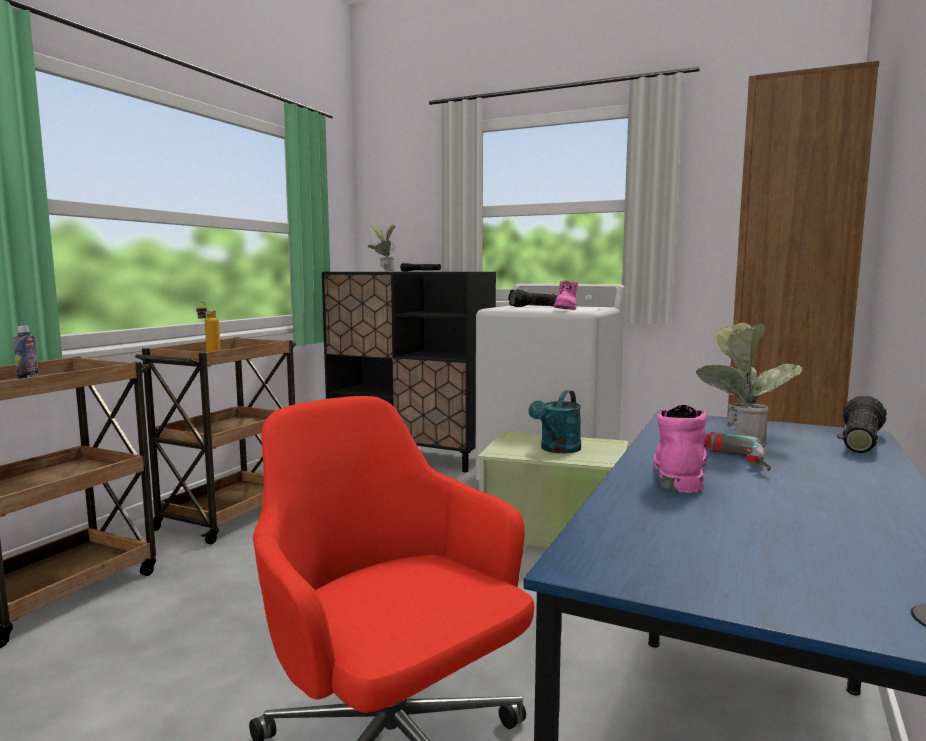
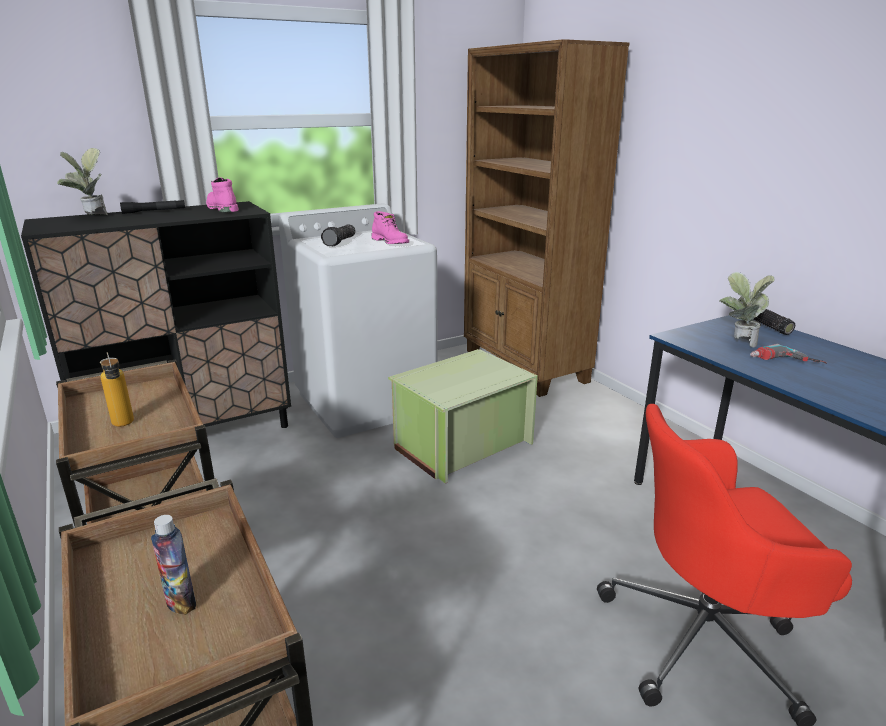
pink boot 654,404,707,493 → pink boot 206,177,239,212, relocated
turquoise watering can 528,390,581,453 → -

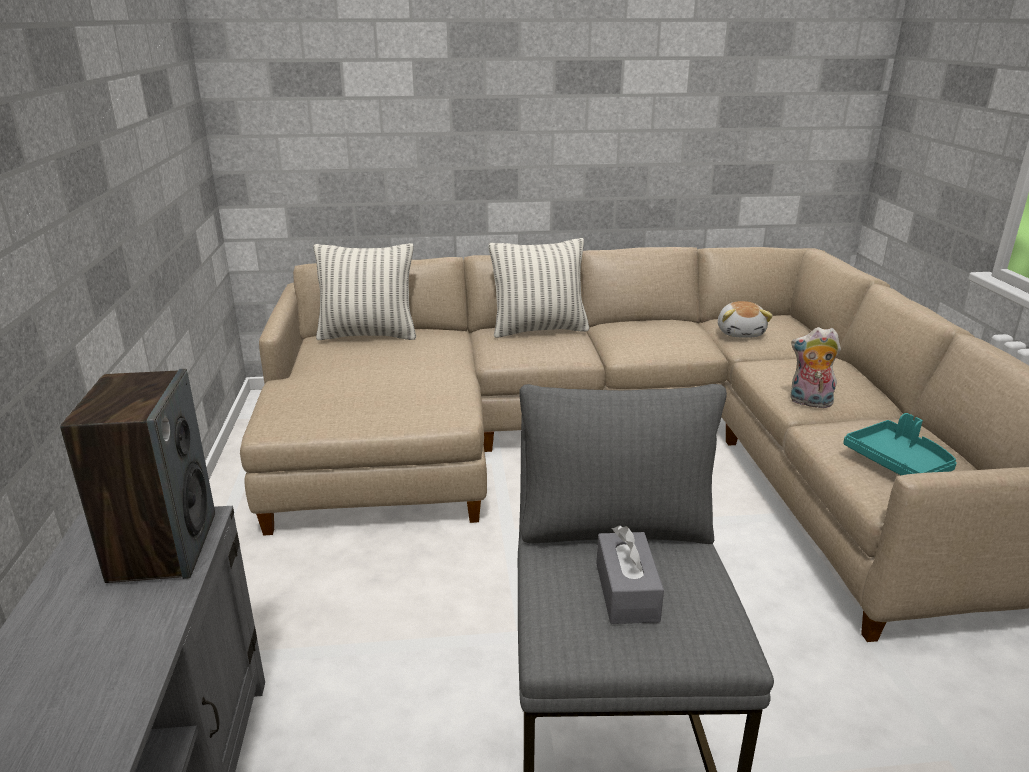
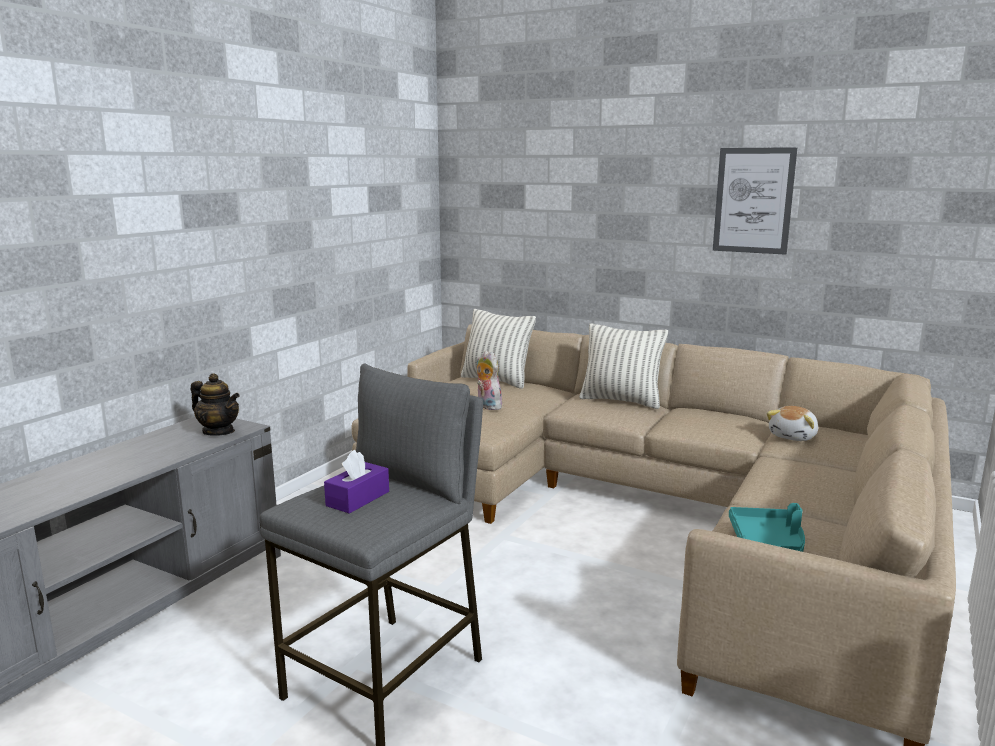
speaker 60,369,215,583 → teapot 191,373,240,436
grey tissue box 596,526,664,624 → purple tissue box 324,450,389,514
plush toy 790,327,841,408 → plush toy 477,351,502,410, relocated
- → picture 713,147,797,255

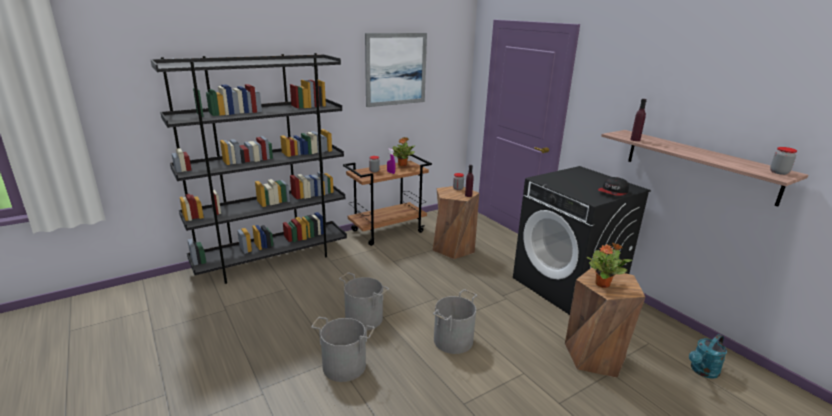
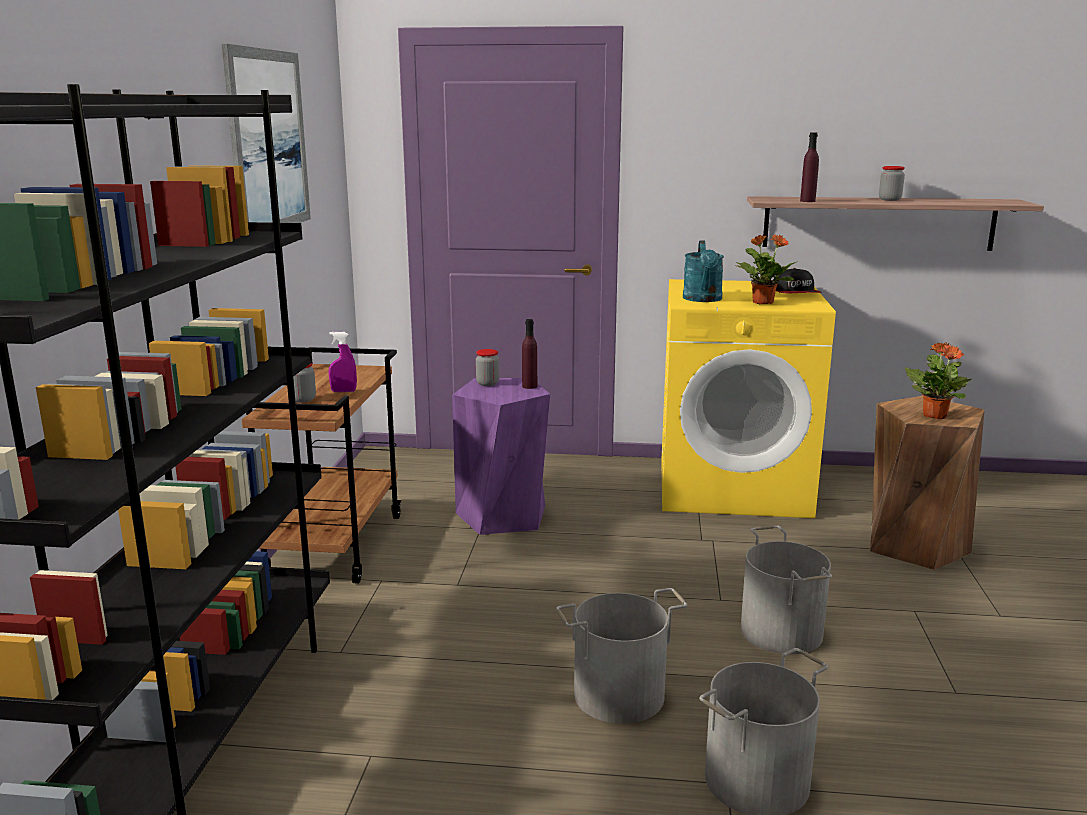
brown stool 432,186,479,259 → purple stool 452,378,550,535
black washing machine 513,166,651,315 → yellow washing machine 661,279,836,518
turquoise watering can 689,334,727,379 → turquoise watering can 683,241,724,302, relocated
potted plant 393,137,415,167 → potted plant 735,234,798,304, relocated
jar 770,147,797,175 → jar 879,166,905,201, relocated

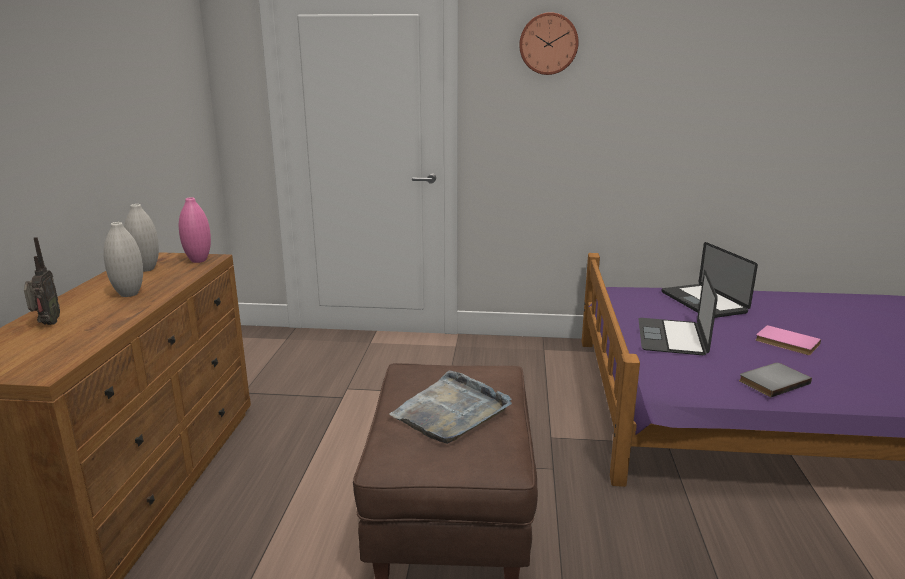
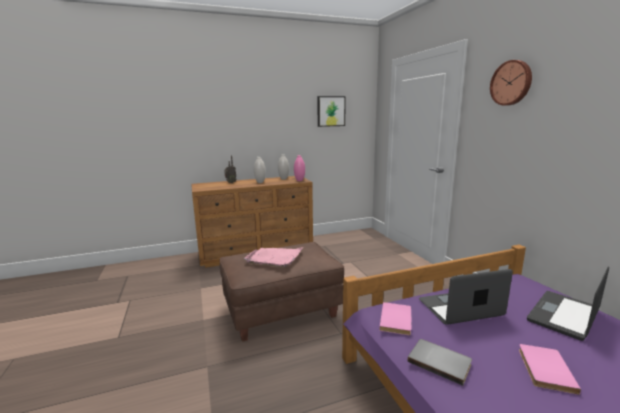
grey tray 389,370,512,444 → pink tray 244,247,303,267
- → picture 317,96,346,127
- → pink book 379,302,411,335

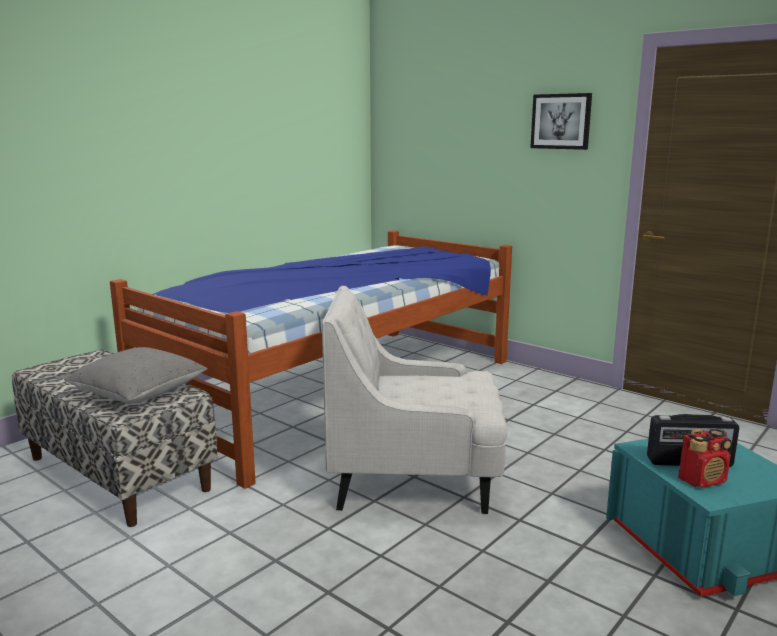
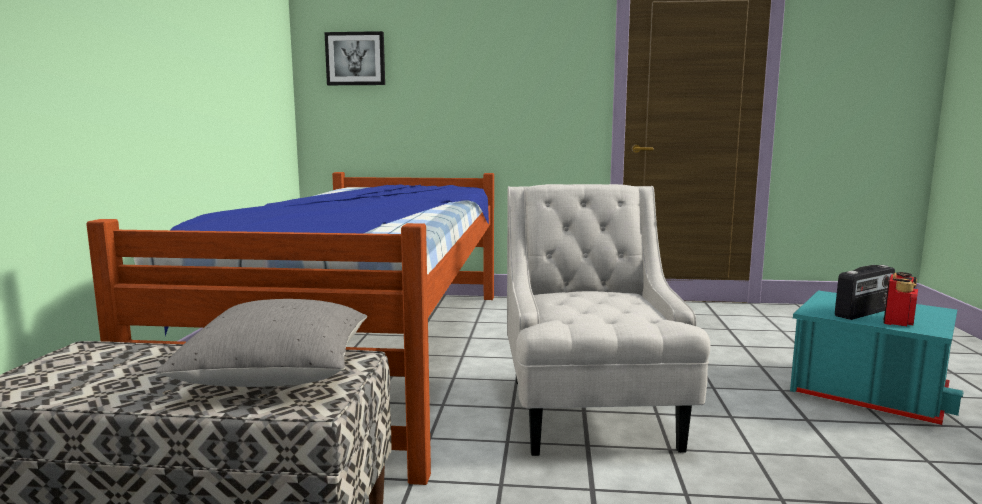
picture 530,93,592,150 → picture 325,31,385,85, relocated
white armchair 322,286,508,514 → white armchair 507,184,710,456, 120 degrees clockwise

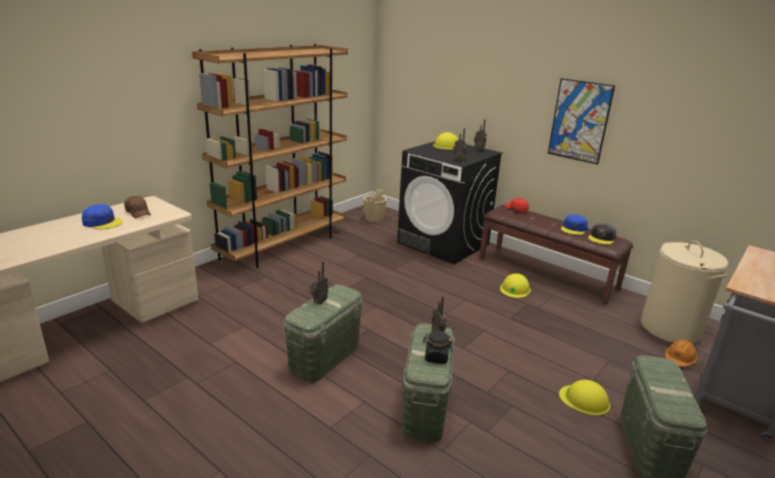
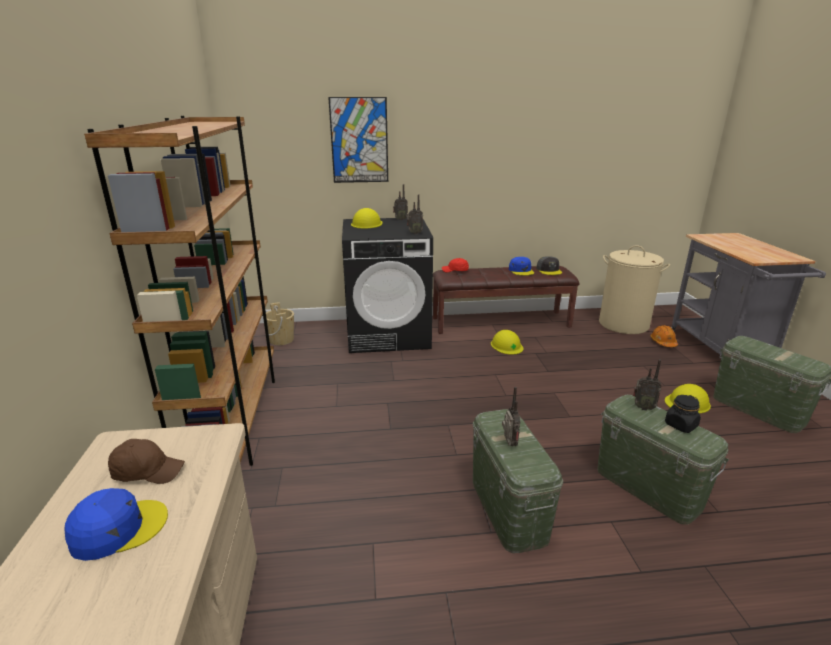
picture 548,78,615,165 → picture 328,97,388,183, relocated

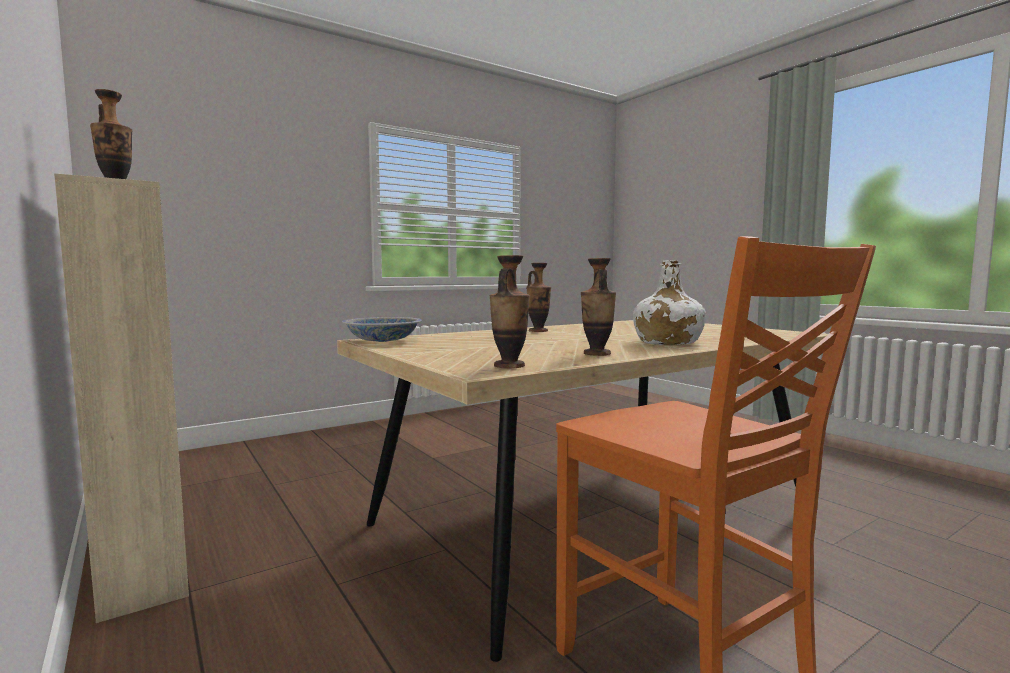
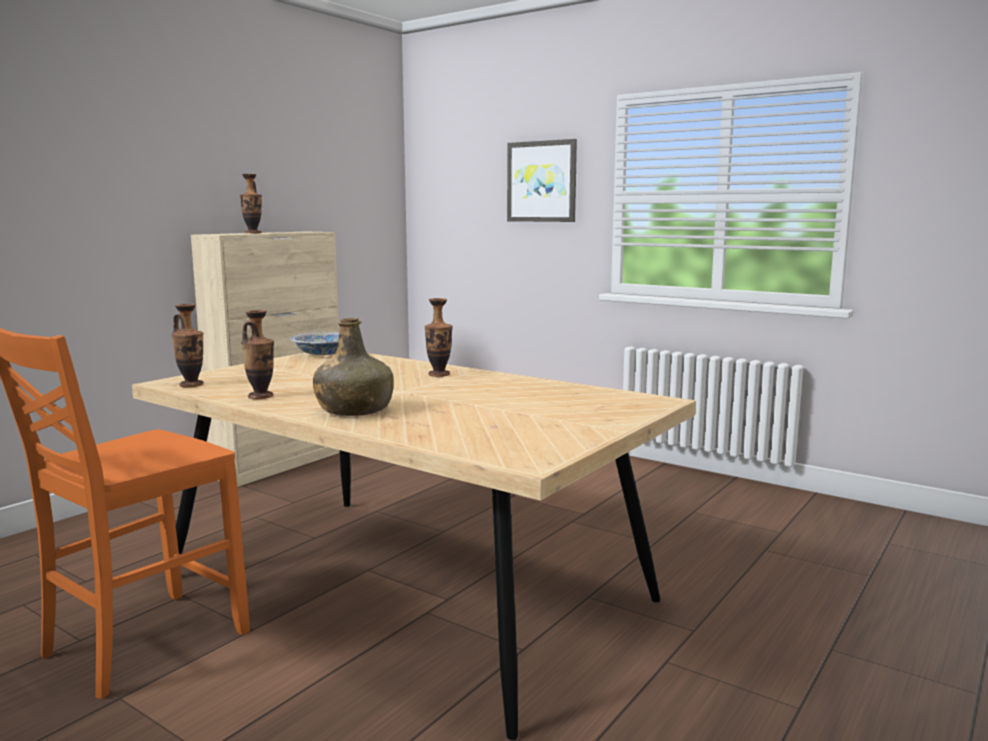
white bottle 633,260,706,345 → green bottle 313,318,394,416
- → picture 507,139,577,222

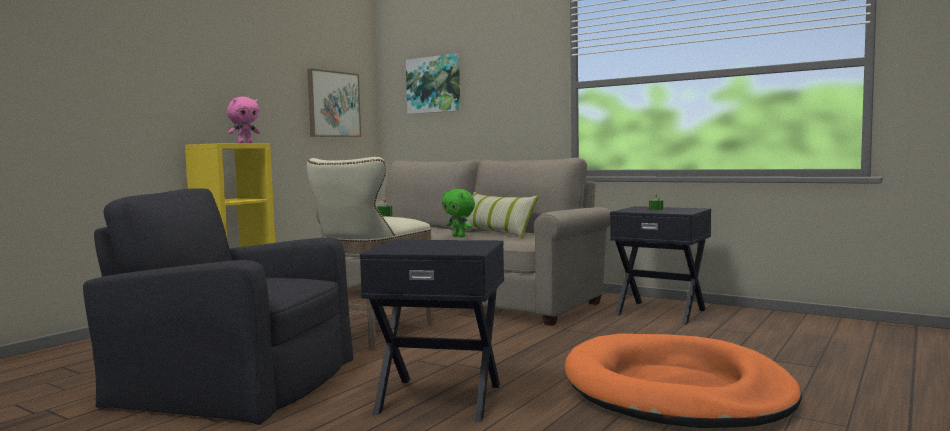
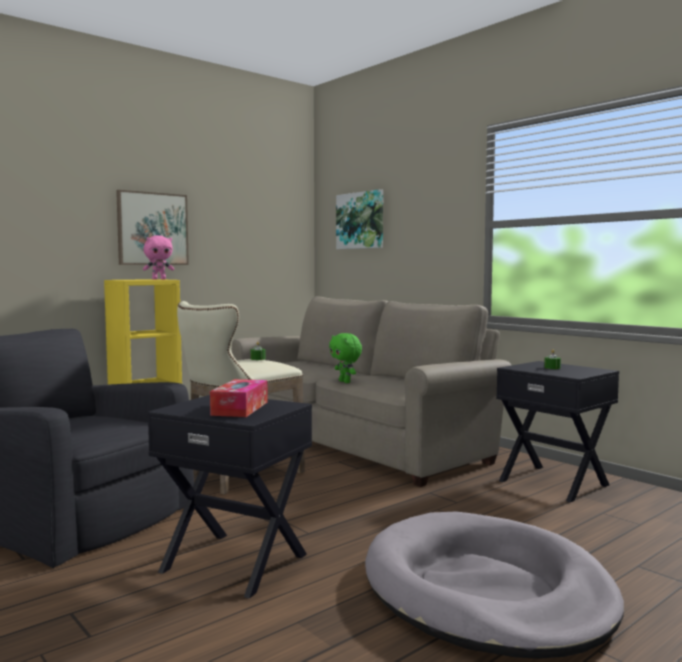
picture 307,68,361,137 → picture 116,190,189,265, relocated
- → tissue box 210,379,268,417
orange dog bed 565,333,802,428 → grey dog bed 365,512,624,659
pillow 465,192,539,238 → -

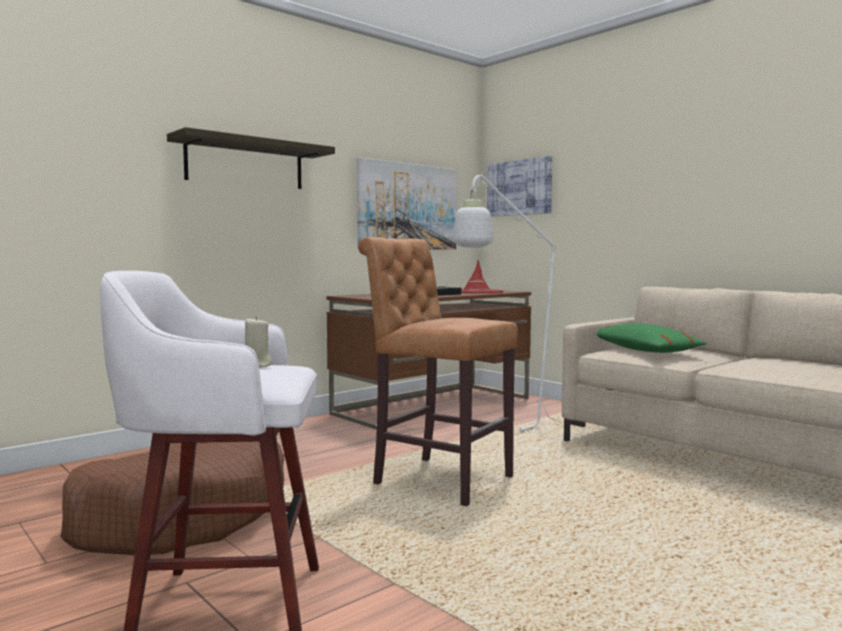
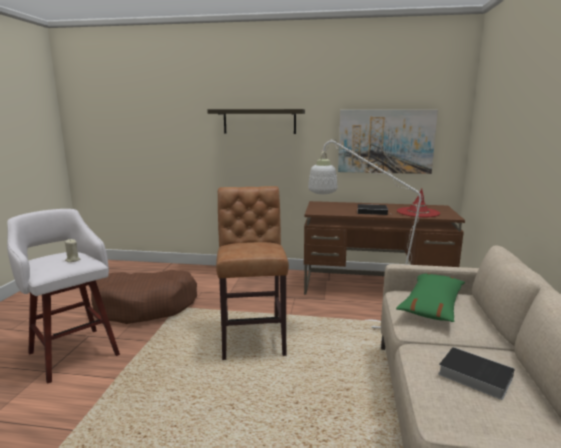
- → book 438,347,515,400
picture 487,156,552,217 → -

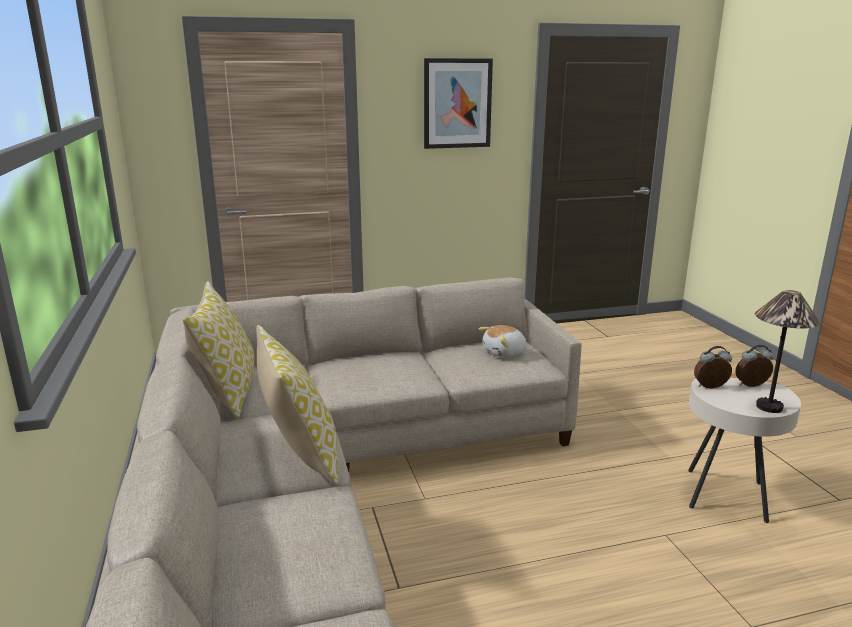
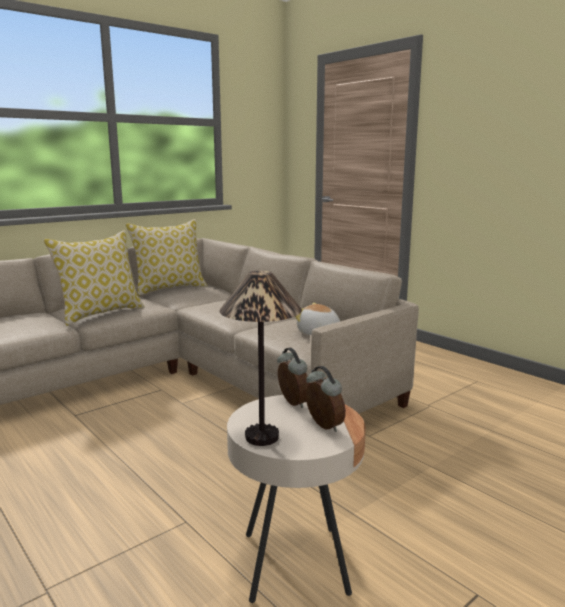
picture 424,58,493,149 → -

